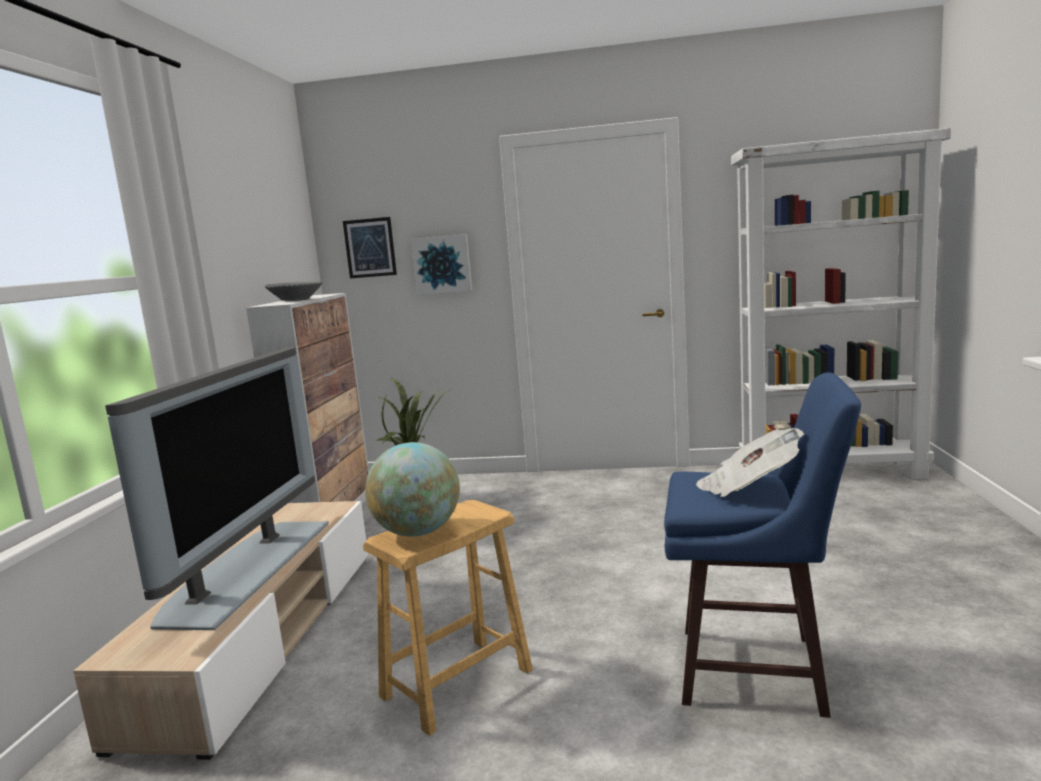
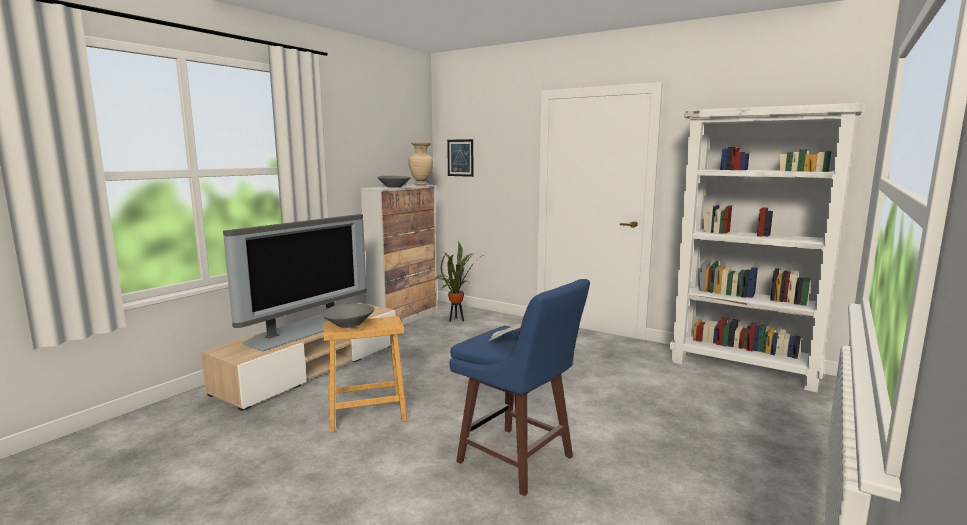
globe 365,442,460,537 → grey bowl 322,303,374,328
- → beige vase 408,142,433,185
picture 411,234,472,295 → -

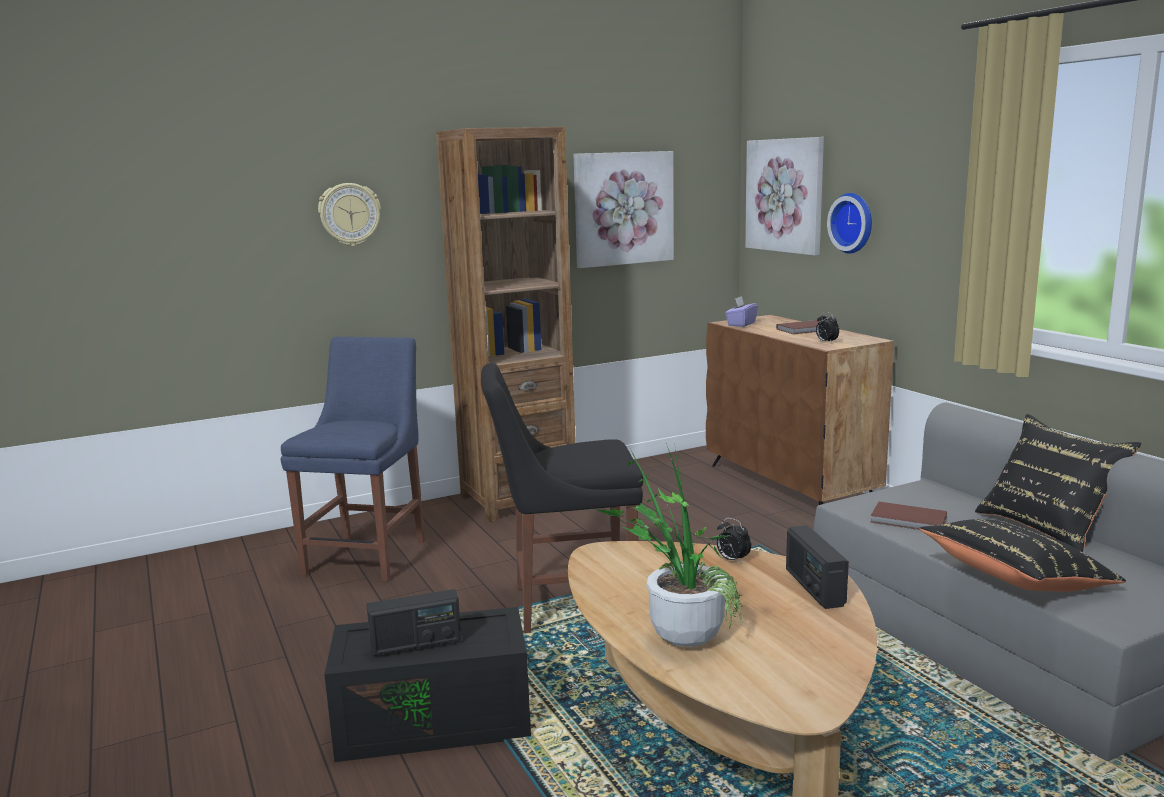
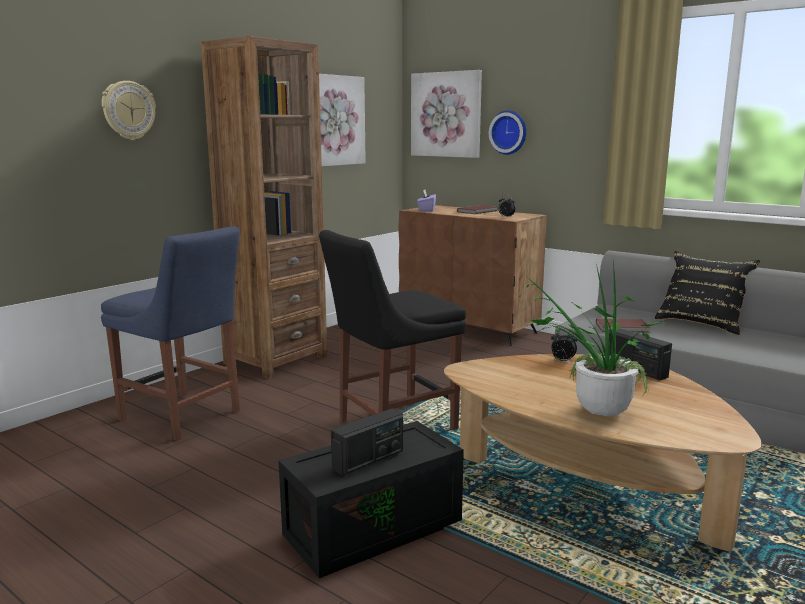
blue chair 281,337,425,582 → blue chair 101,226,240,441, 135 degrees clockwise
black pillow 919,519,1126,592 → -

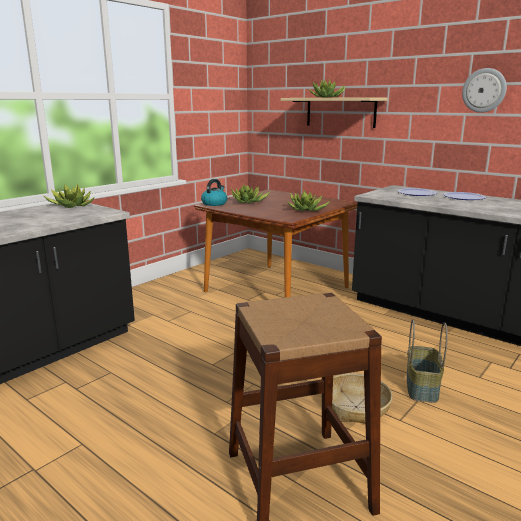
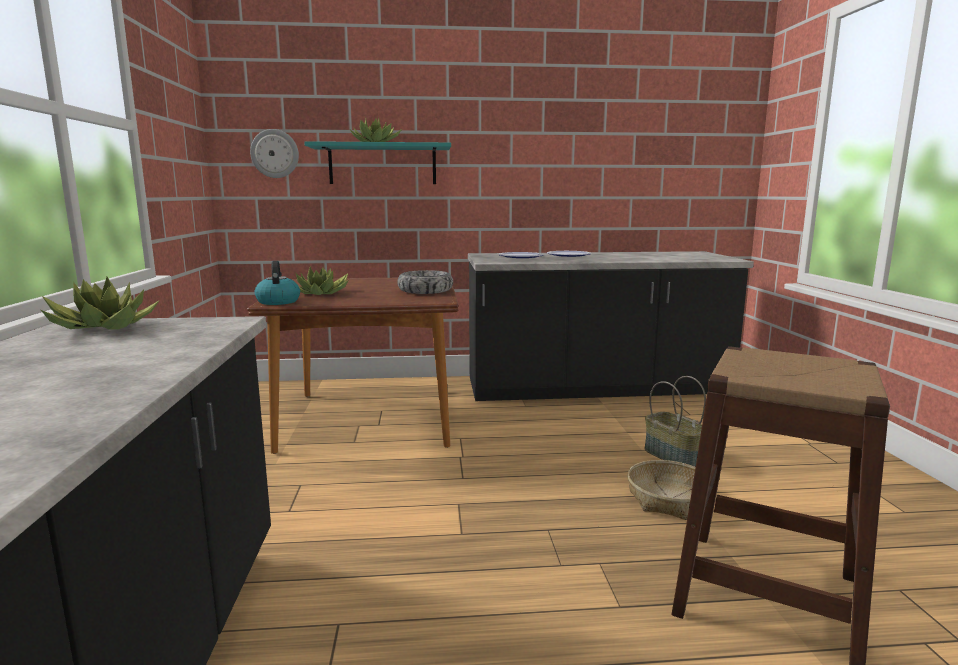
wall clock 462,68,507,113 → wall clock 250,129,299,178, relocated
beige shelf 281,97,388,128 → turquoise shelf 304,141,451,184
potted plant 287,190,330,211 → bowl 397,270,453,294

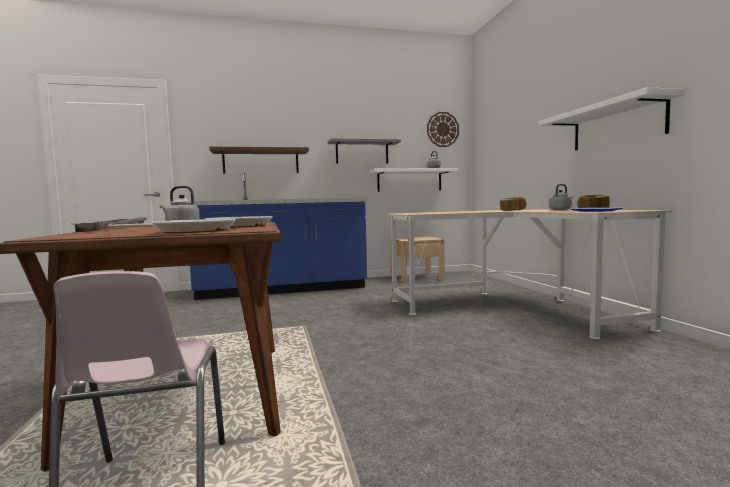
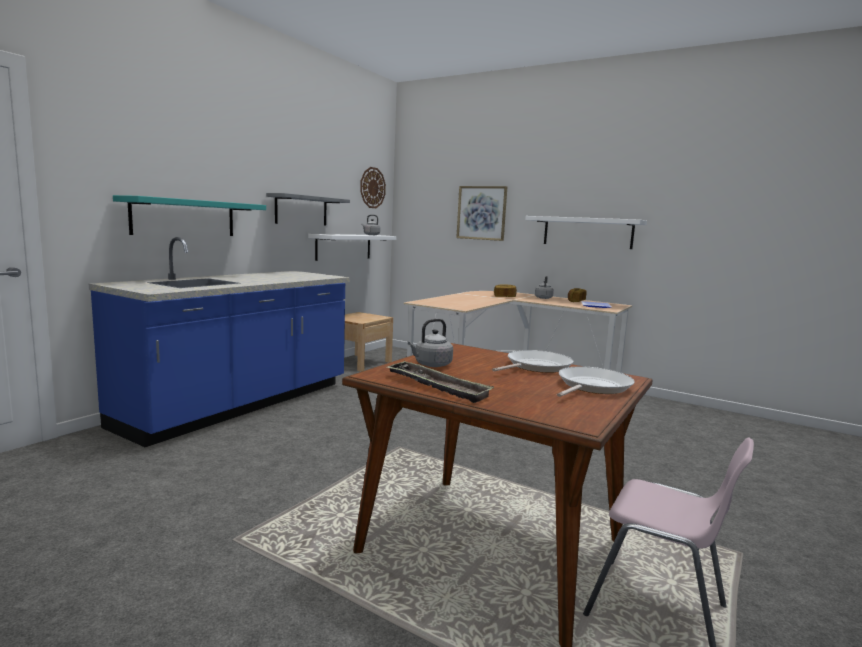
brown shelf 209,147,309,174 → turquoise shelf 113,195,266,236
- → picture 456,186,507,241

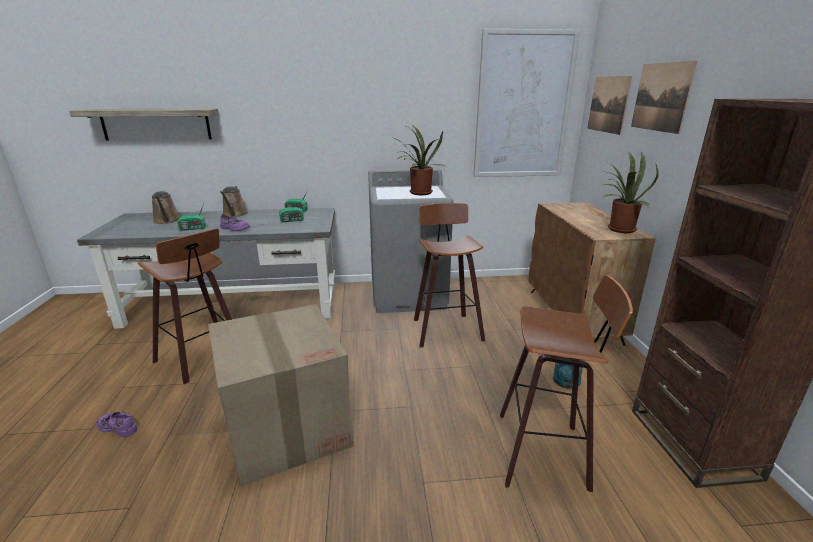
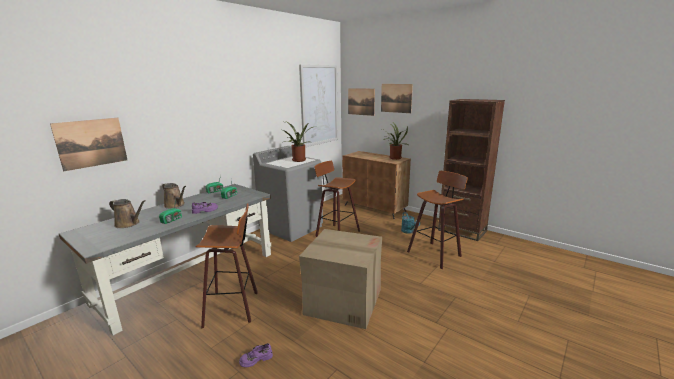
shelf 69,109,219,141 → picture 50,118,127,171

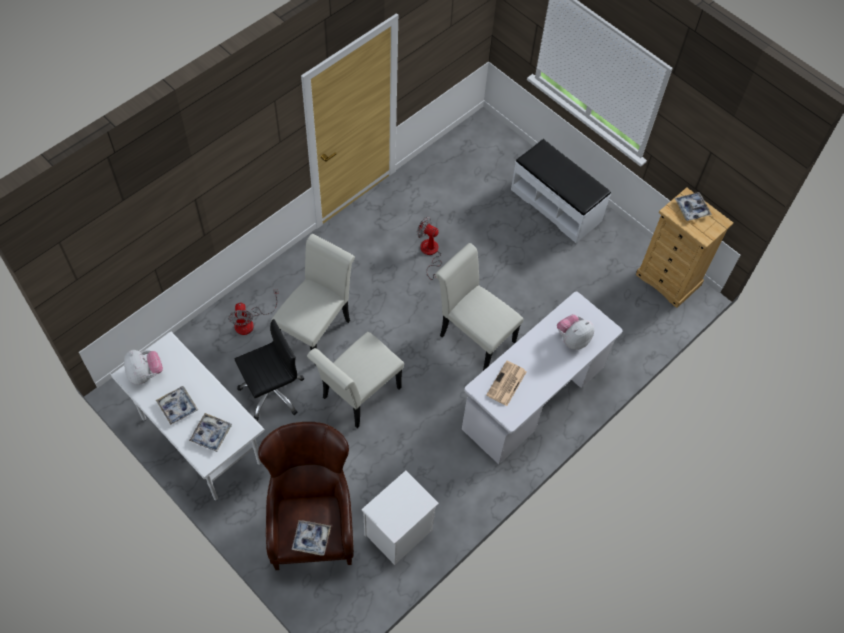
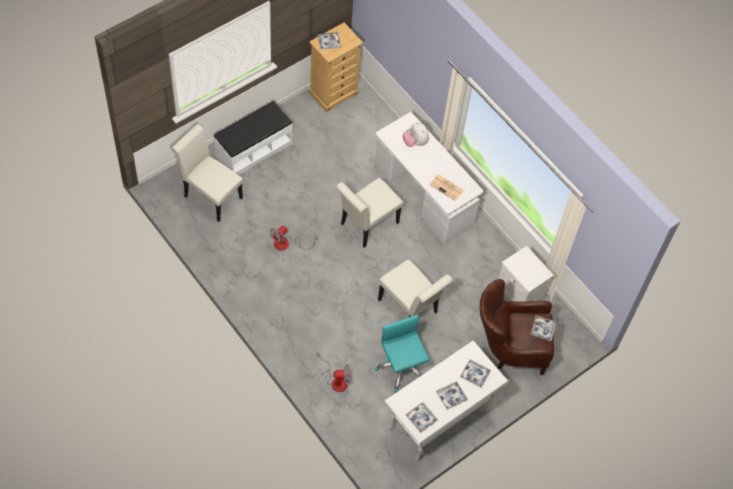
white chair 271,234,355,350 → white chair 172,124,243,222, relocated
black office chair 235,319,304,421 → turquoise office chair 374,315,430,392
plush toy 124,350,163,385 → tray 405,402,438,433

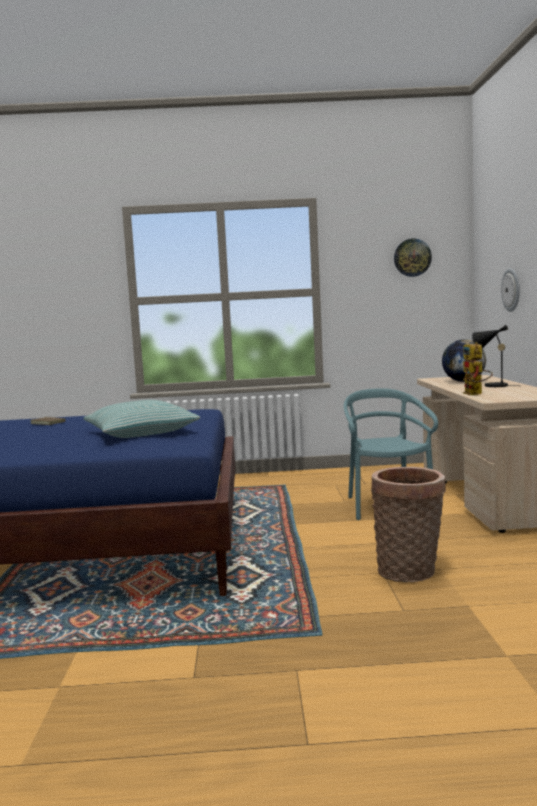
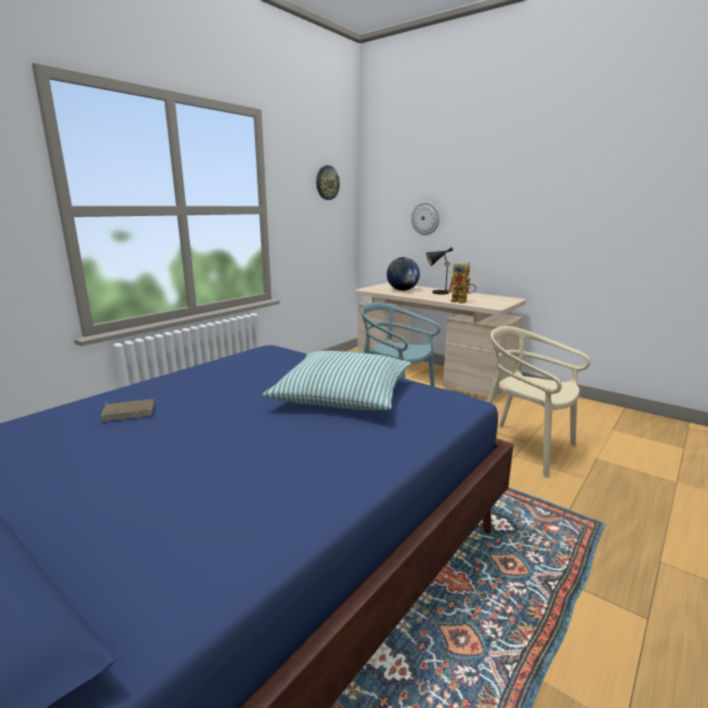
basket 371,467,446,582 → beige chair 487,326,590,478

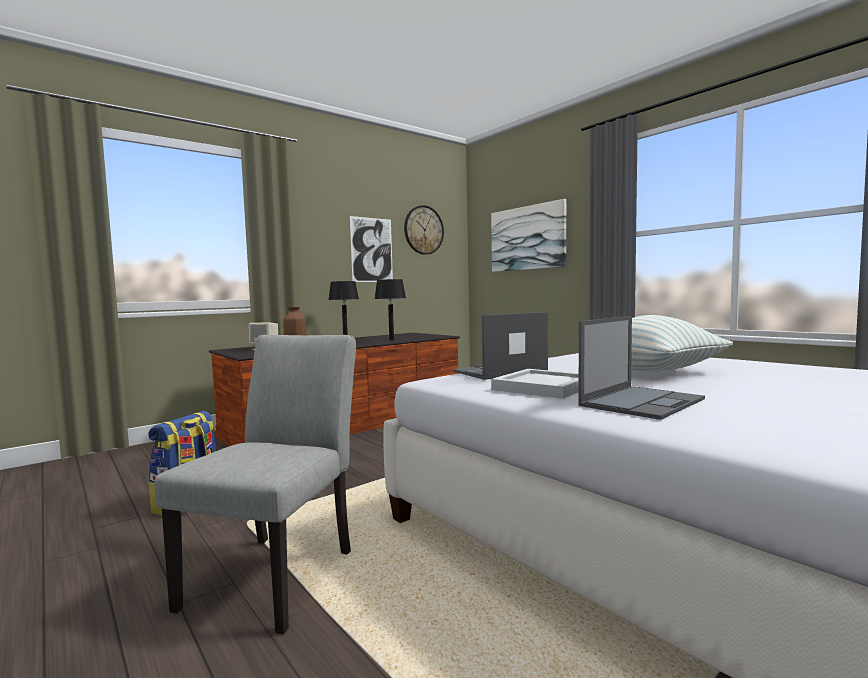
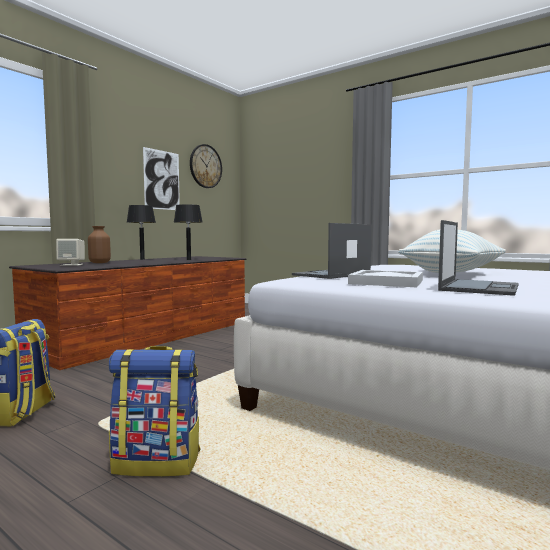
grey chair 154,335,356,635 → backpack 109,346,201,477
picture 491,199,566,272 → -

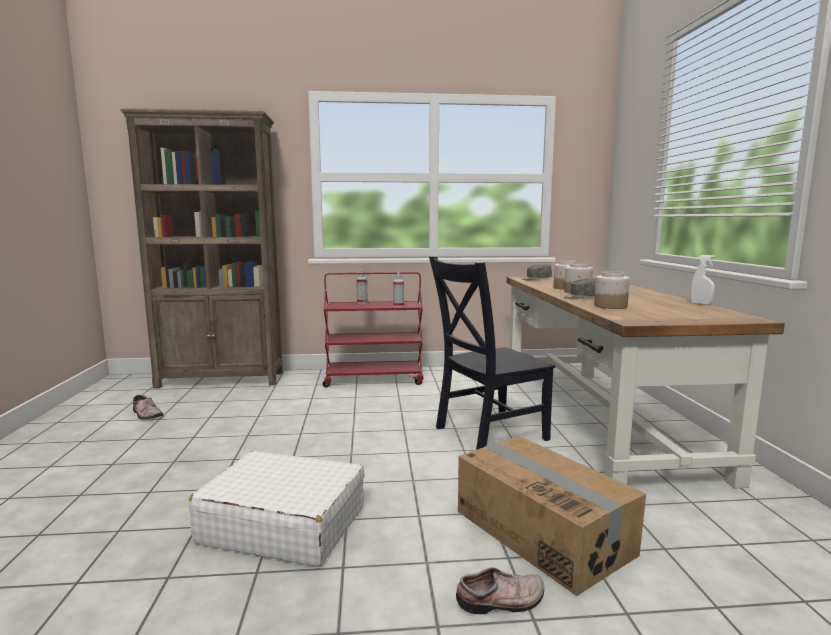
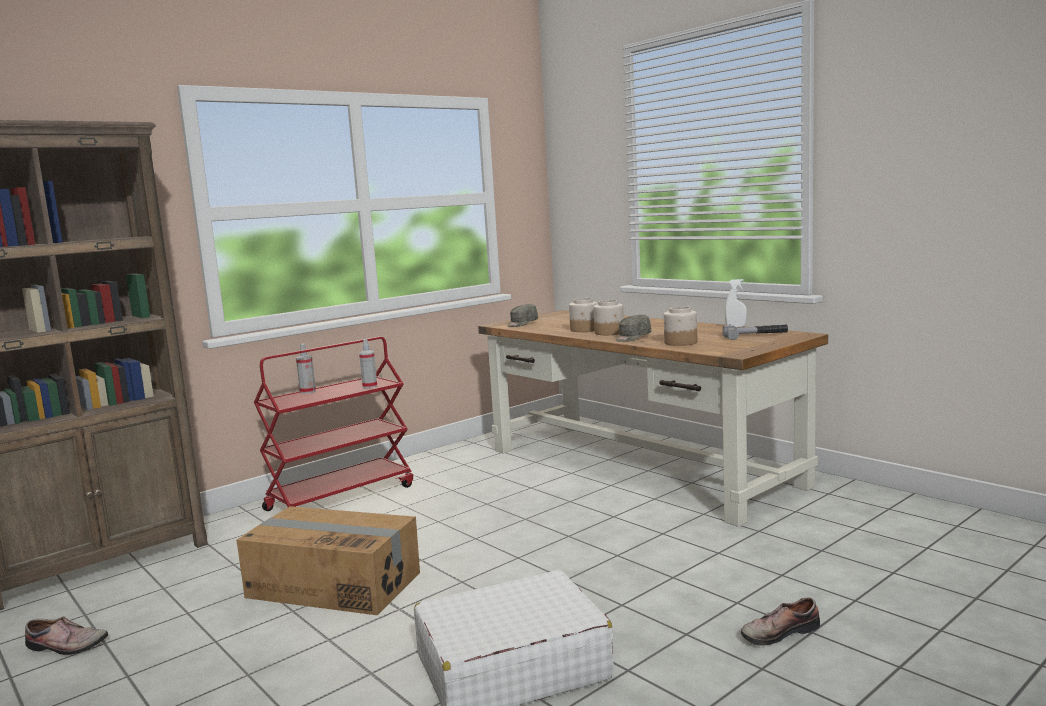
cardboard box 458,436,646,596 → cardboard box 236,506,420,615, relocated
- → hammer 722,324,788,340
shoe 456,567,544,614 → shoe 741,597,820,646, 150 degrees counterclockwise
black chair 429,256,555,450 → -

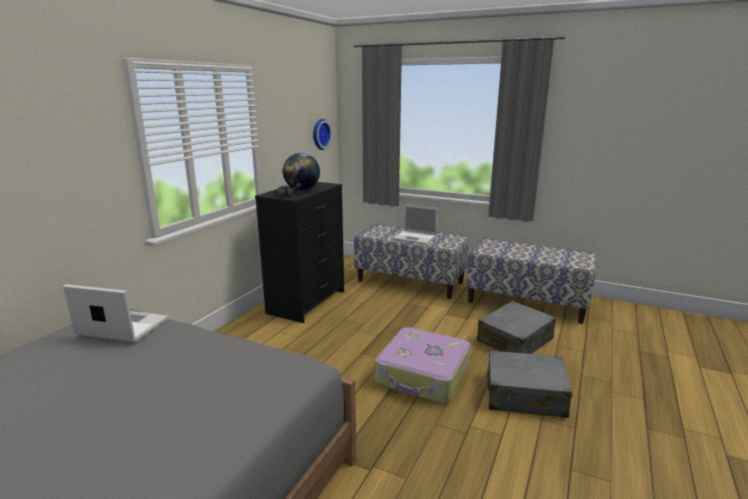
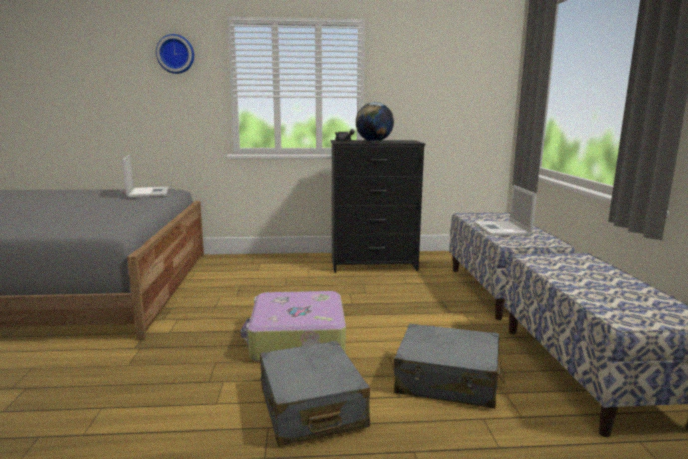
wall clock 313,119,332,150 → wall clock 156,34,194,74, relocated

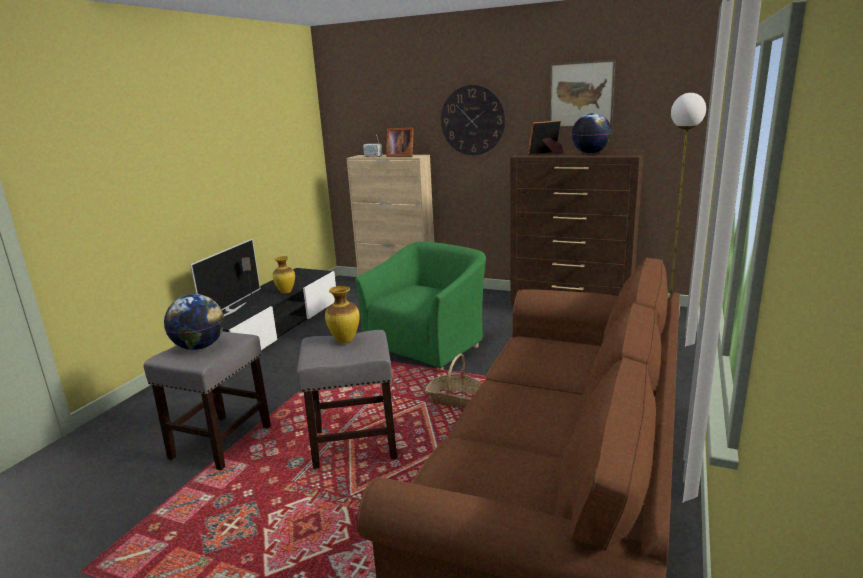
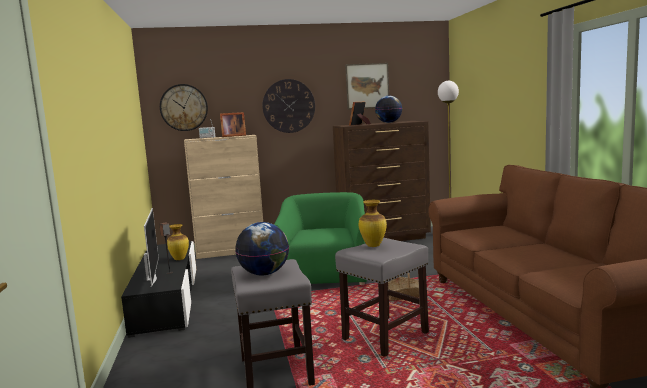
- → wall clock 160,84,208,131

